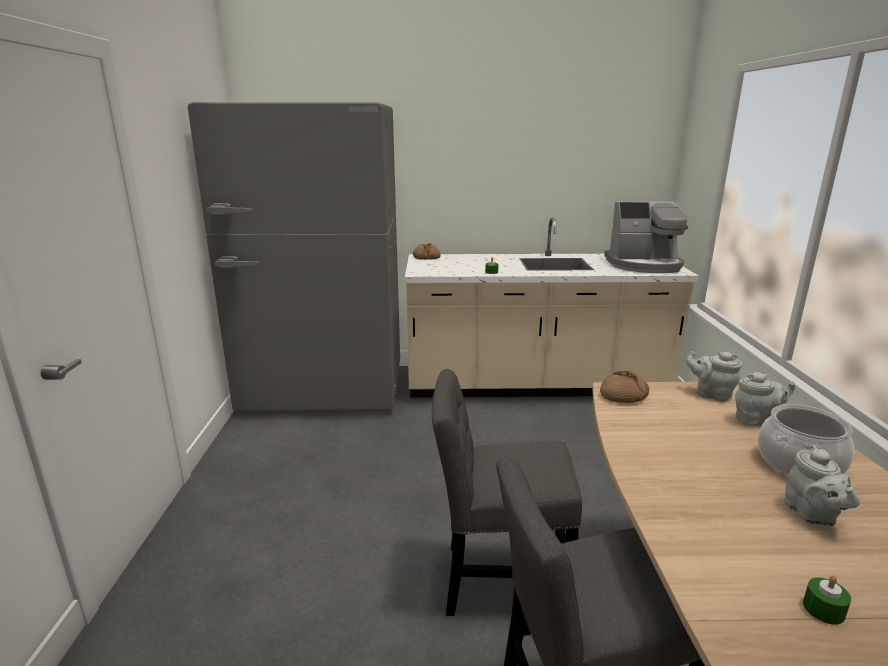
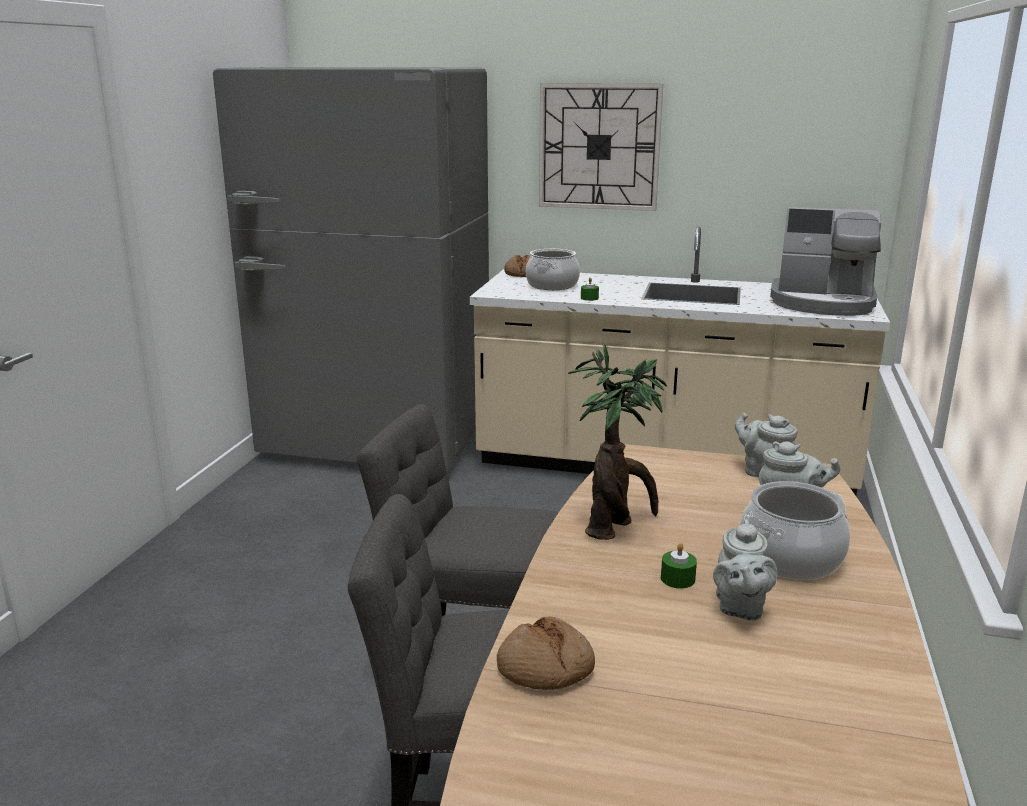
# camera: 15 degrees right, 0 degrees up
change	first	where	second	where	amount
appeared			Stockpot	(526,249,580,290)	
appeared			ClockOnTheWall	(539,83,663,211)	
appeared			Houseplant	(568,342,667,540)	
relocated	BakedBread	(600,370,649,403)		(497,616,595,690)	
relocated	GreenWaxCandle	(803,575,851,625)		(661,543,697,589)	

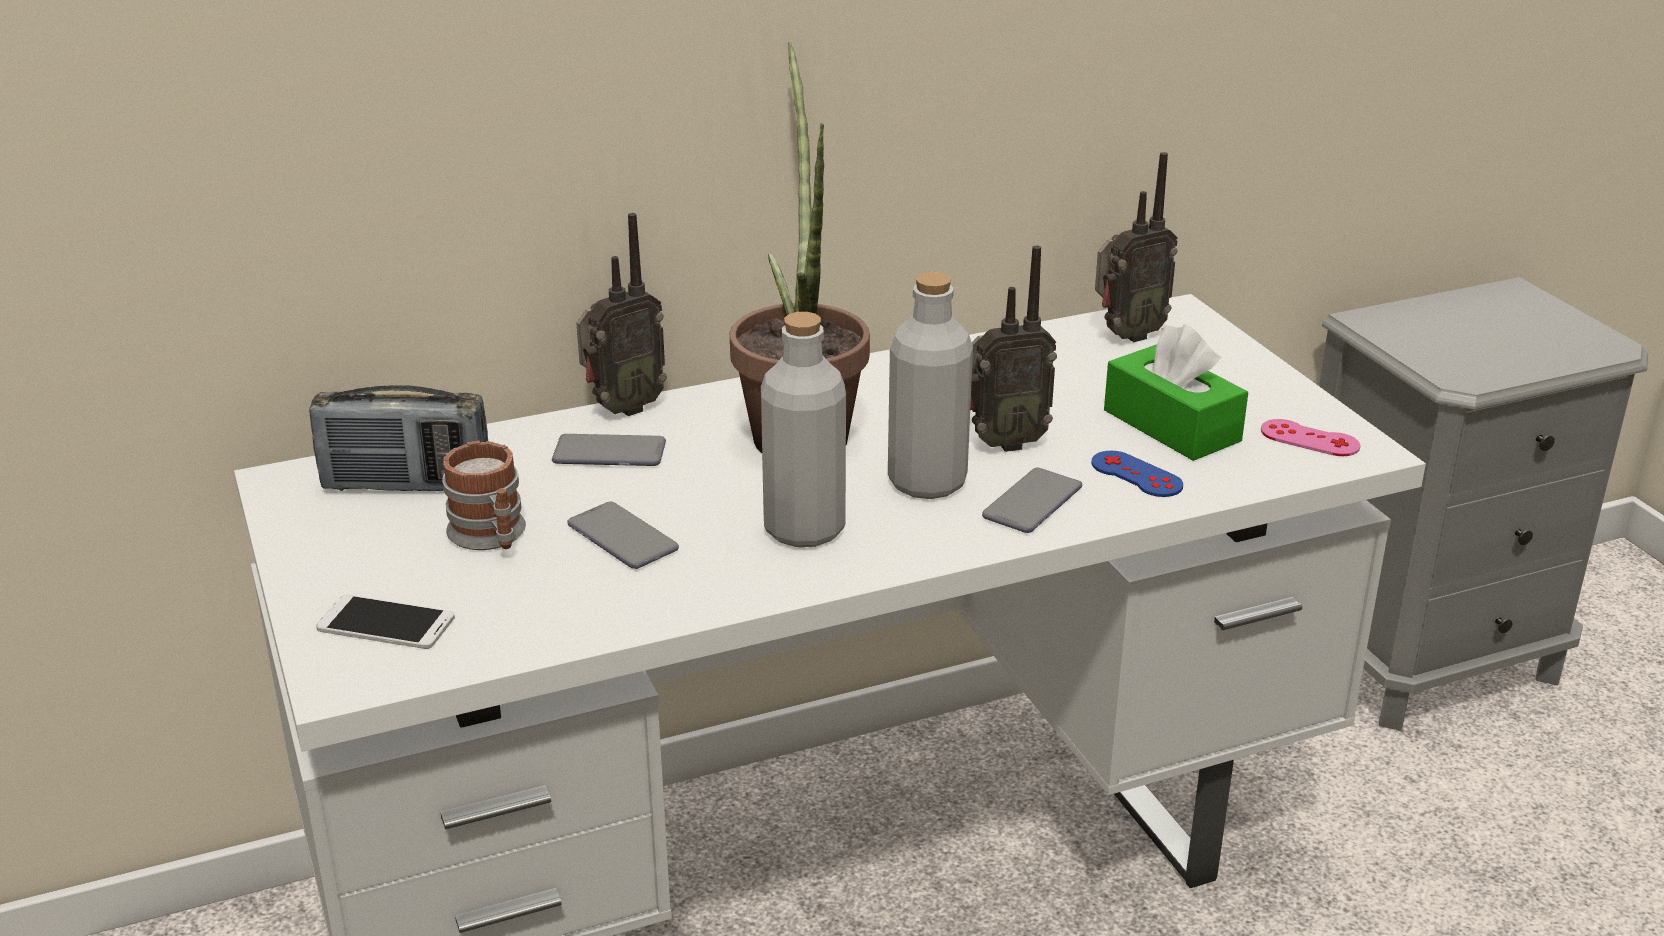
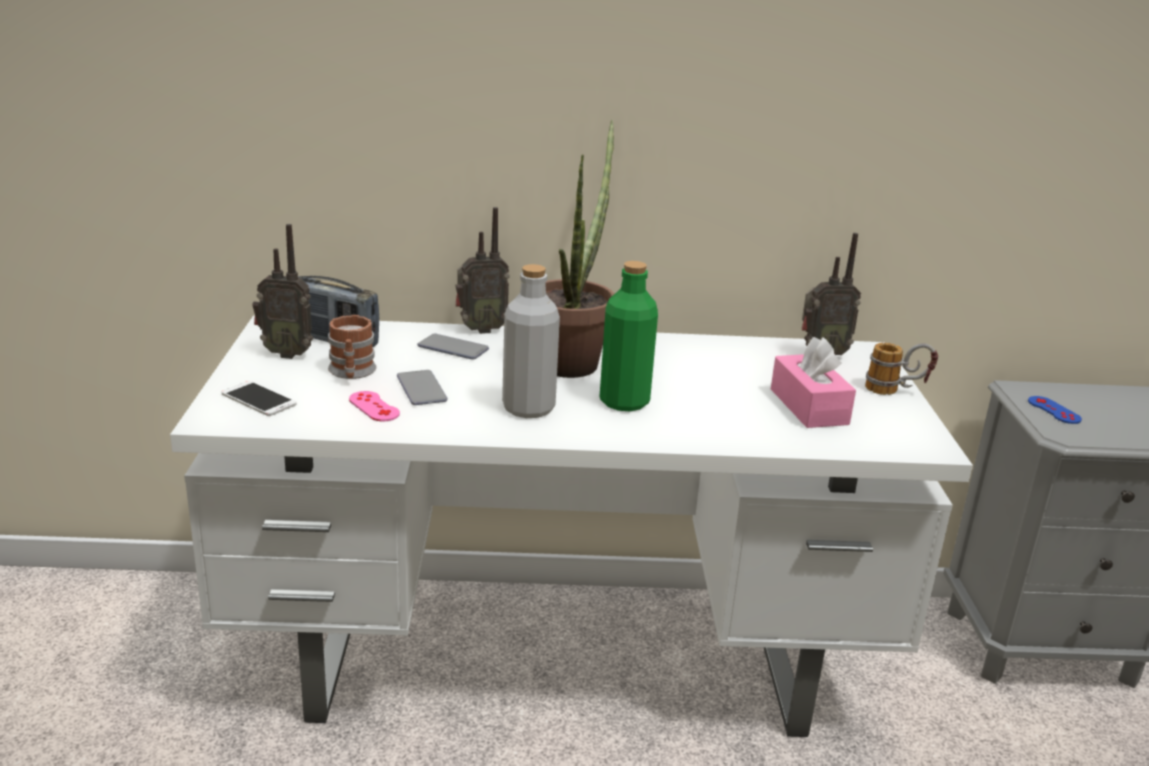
# camera: 20 degrees right, 5 degrees down
change	first	where	second	where	amount
missing	Phone	(982,467,1082,533)			
appeared			Mug	(865,343,938,395)	
relocated	RadioSet	(970,245,1057,452)		(252,224,313,359)	
relocated	BluishGamepad	(1091,451,1183,497)		(1028,396,1082,424)	
relocated	PinkGamepad	(1261,419,1360,456)		(349,391,400,421)	
colour	GrayBottle	(888,272,973,499)	GreenBottle	(600,261,658,411)	
colour	GreenTissueBox	(1104,324,1248,461)	PinkTissueBox	(771,337,856,428)	

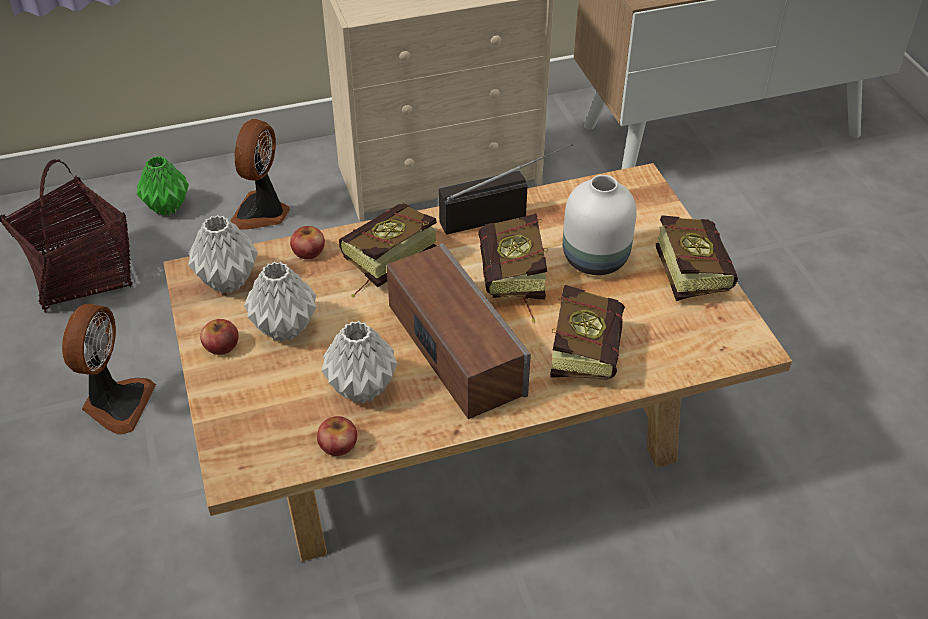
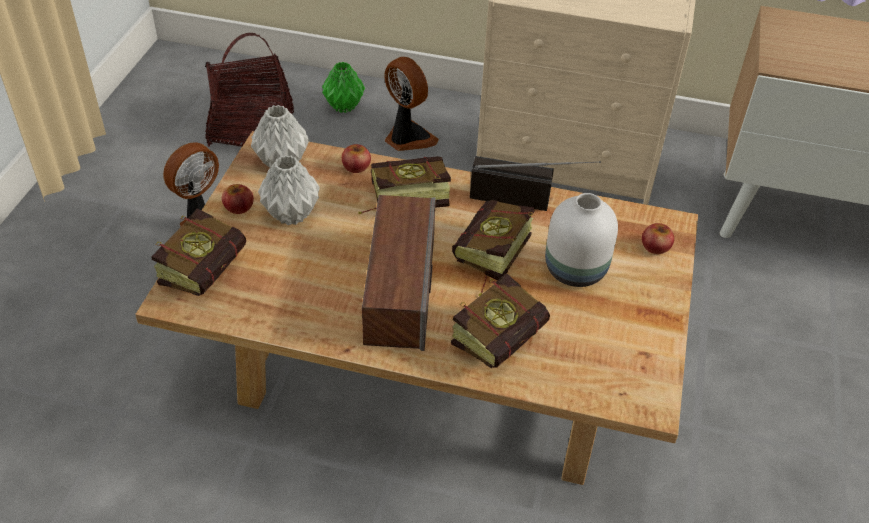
# camera: 30 degrees right, 0 degrees up
change	first	where	second	where	amount
missing	GrayDecorativeVase	(321,321,398,403)			
relocated	AppleFruit	(317,416,357,456)		(642,223,674,254)	
relocated	Volume	(656,215,738,301)		(151,208,246,296)	
spun	Fan	(230,119,290,230)		(384,57,439,151)	90 degrees clockwise

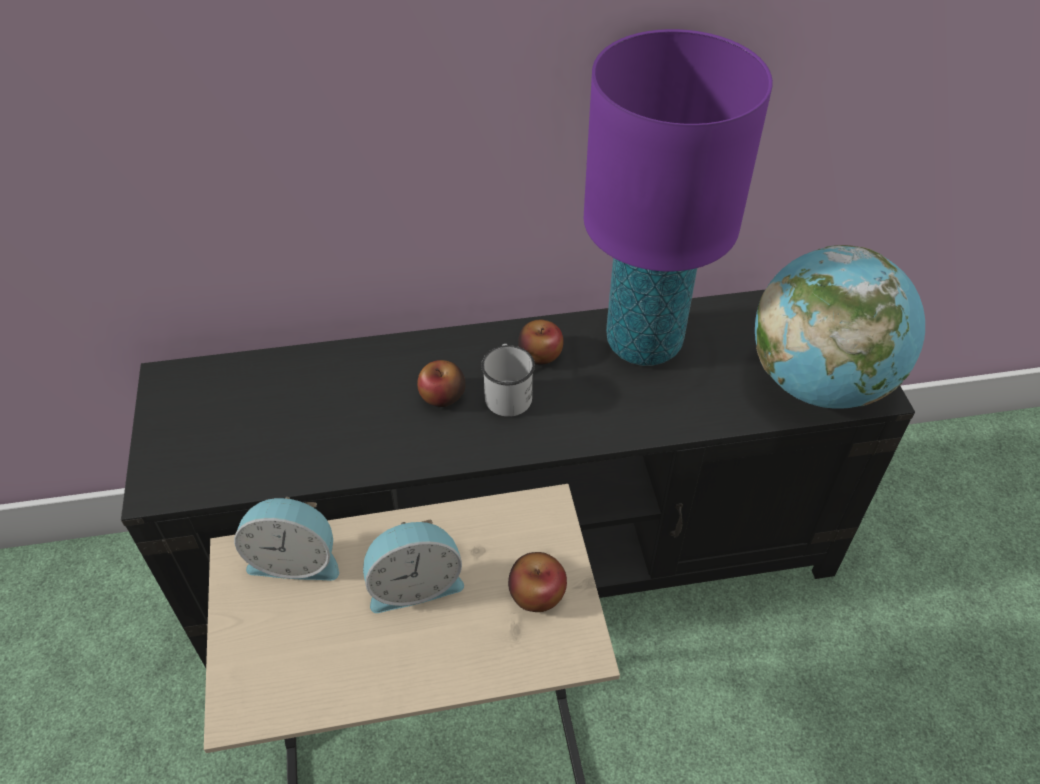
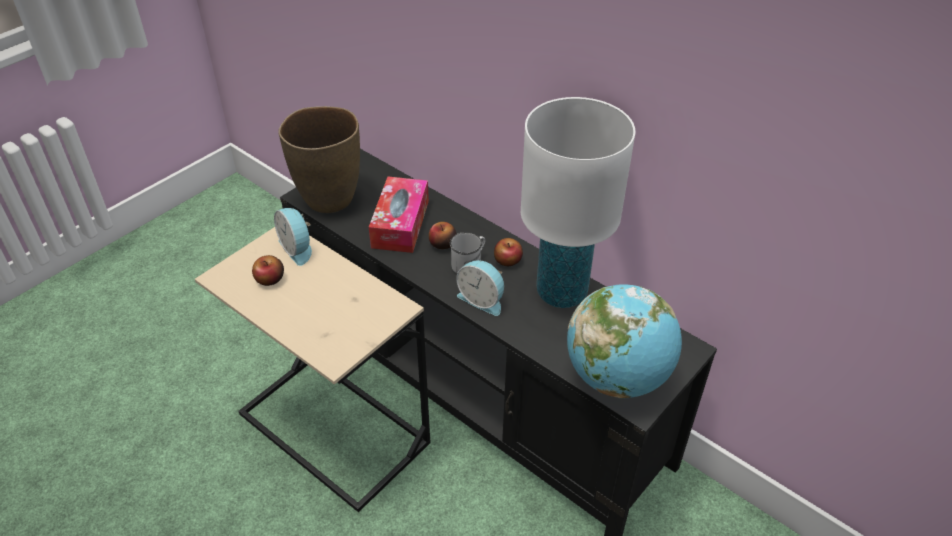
# camera: 50 degrees right, 5 degrees down
change	first	where	second	where	amount
appeared			BrownDecorativeVase	(278,106,360,213)	
appeared			TissueBox	(369,177,429,253)	
relocated	AlarmClock	(363,520,464,613)		(456,260,504,316)	
relocated	AppleFruit	(508,552,567,612)		(252,255,284,286)	
colour	PurplishTableLamp	(583,29,773,366)	WhiteTableLamp	(521,97,636,308)	

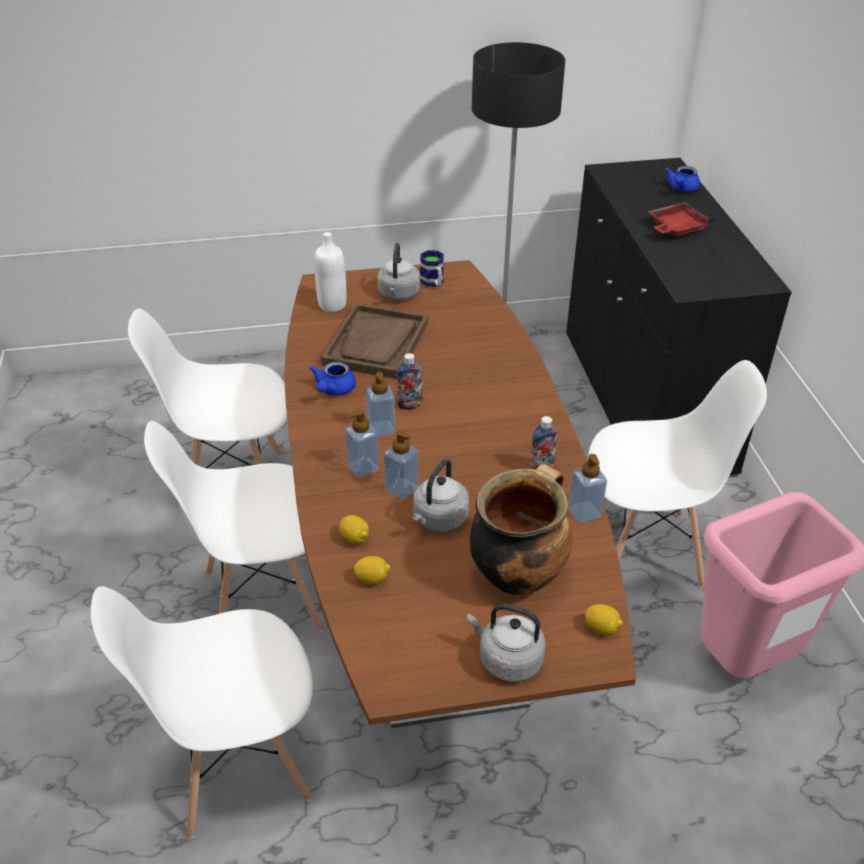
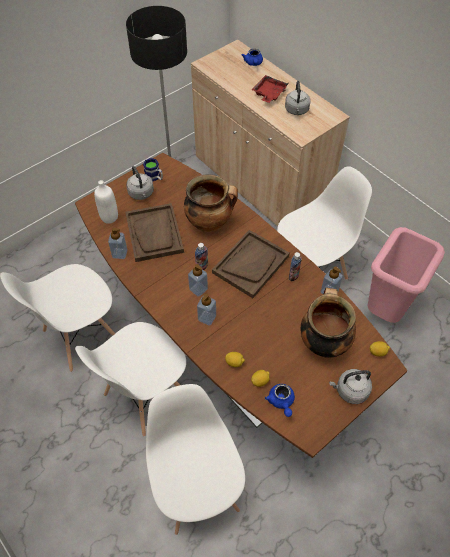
# camera: 30 degrees left, 15 degrees up
change	first	where	second	where	amount
appeared			Stockpot	(184,175,238,232)	
appeared			BrownTray	(212,230,290,298)	
relocated	BluishPotForTea	(309,362,356,396)		(265,384,295,417)	
relocated	SoapBottle	(384,430,419,499)		(108,228,127,259)	
relocated	GrayKettle	(412,459,469,532)		(285,81,311,115)	
colour	BlackColouredStorageCabinet	(566,158,792,478)	BeigeColouredStorageCabinet	(191,39,350,226)	
spun	WhitePlainChair	(91,586,313,839)		(146,384,245,535)	120 degrees clockwise

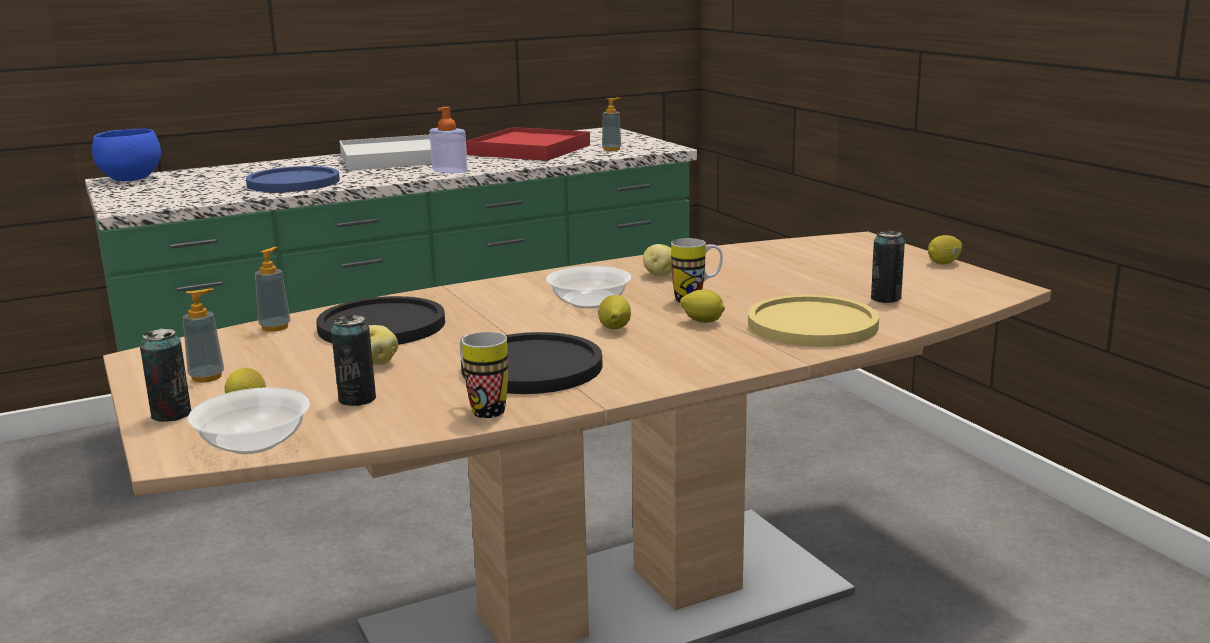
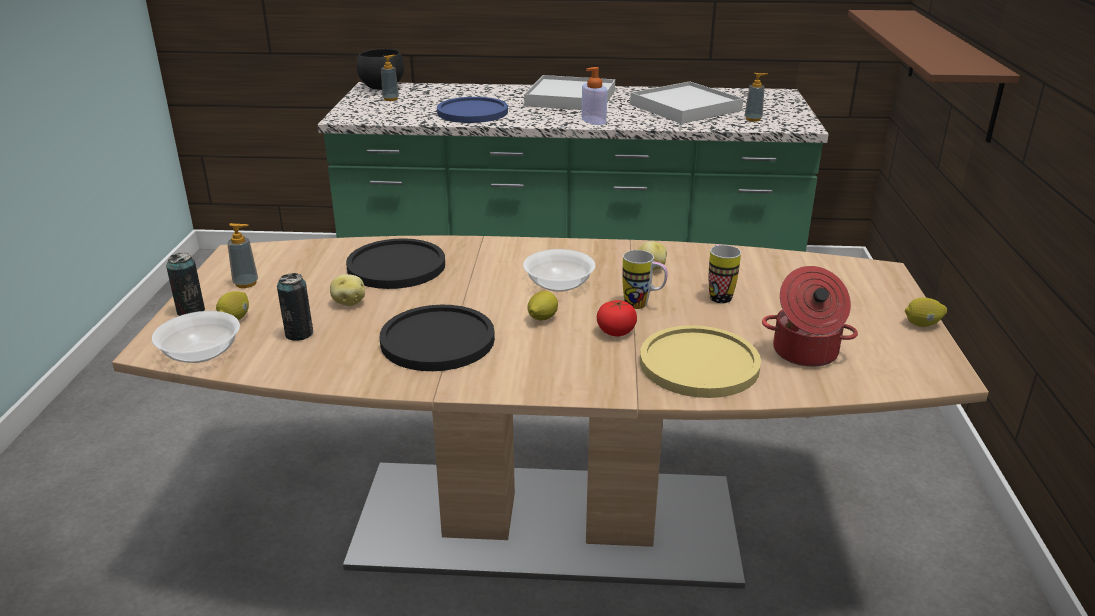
# camera: 30 degrees right, 10 degrees up
change	first	where	second	where	amount
appeared			BrownWallShelf	(848,10,1020,143)	
relocated	SoapBottle	(255,247,290,332)		(381,55,399,101)	
relocated	Mug	(460,332,508,418)		(709,244,741,303)	
exchanged	Lemon	(680,290,725,323)	FreshTomato	(597,300,637,337)	
exchanged	MetalCan	(871,230,905,303)	Stockpot	(762,266,858,367)	
colour	BluishServingBowl	(92,129,161,181)	BlackColouredServingBowl	(356,49,404,90)	
colour	RedColouredTray	(466,127,590,161)	WhiteTray	(630,81,743,124)	

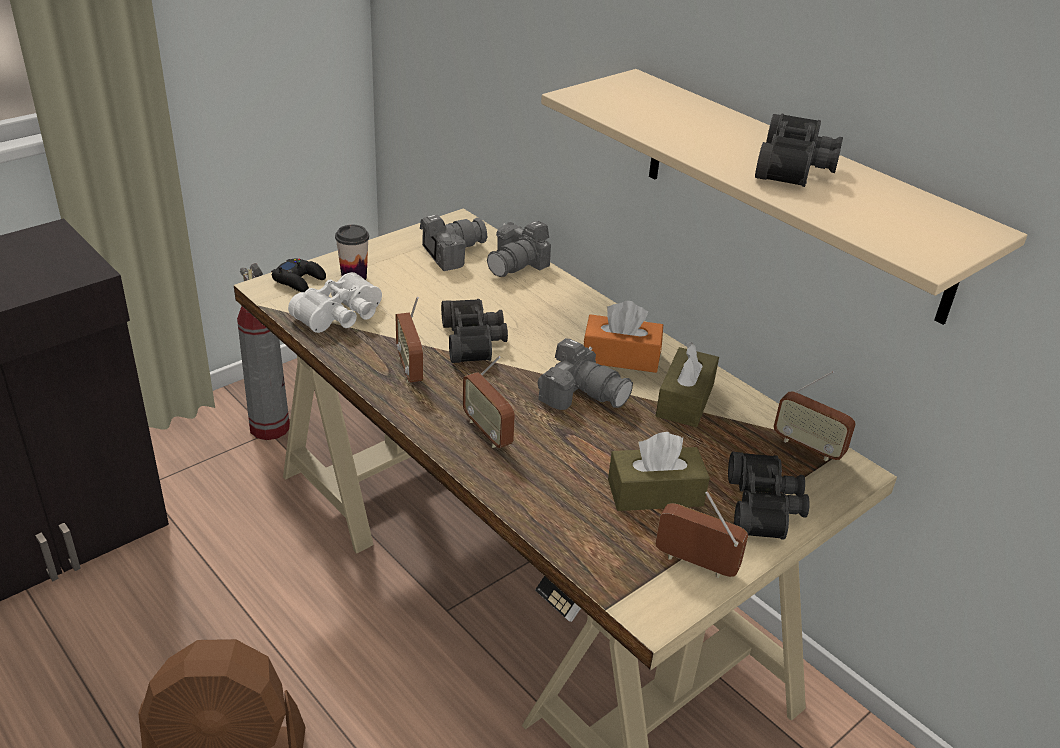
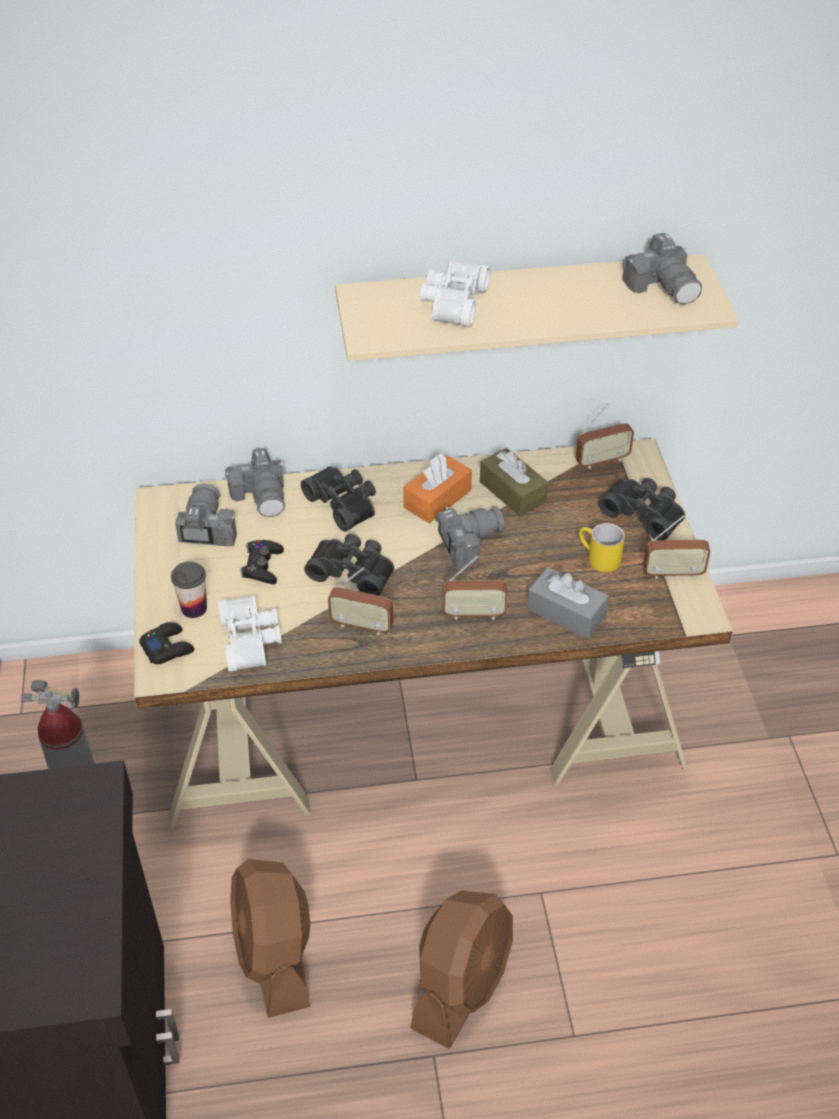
# camera: 55 degrees left, 10 degrees up
change	first	where	second	where	amount
appeared			BrownFan	(230,859,310,1018)	
appeared			BlackColouredGamepad	(240,540,284,584)	
appeared			WhiteBinoculars	(420,260,491,327)	
appeared			GrayTissueBox	(527,567,609,639)	
appeared			PhotoCamera	(622,233,702,305)	
relocated	BlackColouredBinoculars	(755,113,843,187)		(301,466,376,532)	
exchanged	BrownTissueBox	(608,432,710,511)	YellowColouredMug	(579,523,625,572)	
spun	RadioSet	(655,492,748,578)		(643,515,711,579)	150 degrees counterclockwise

